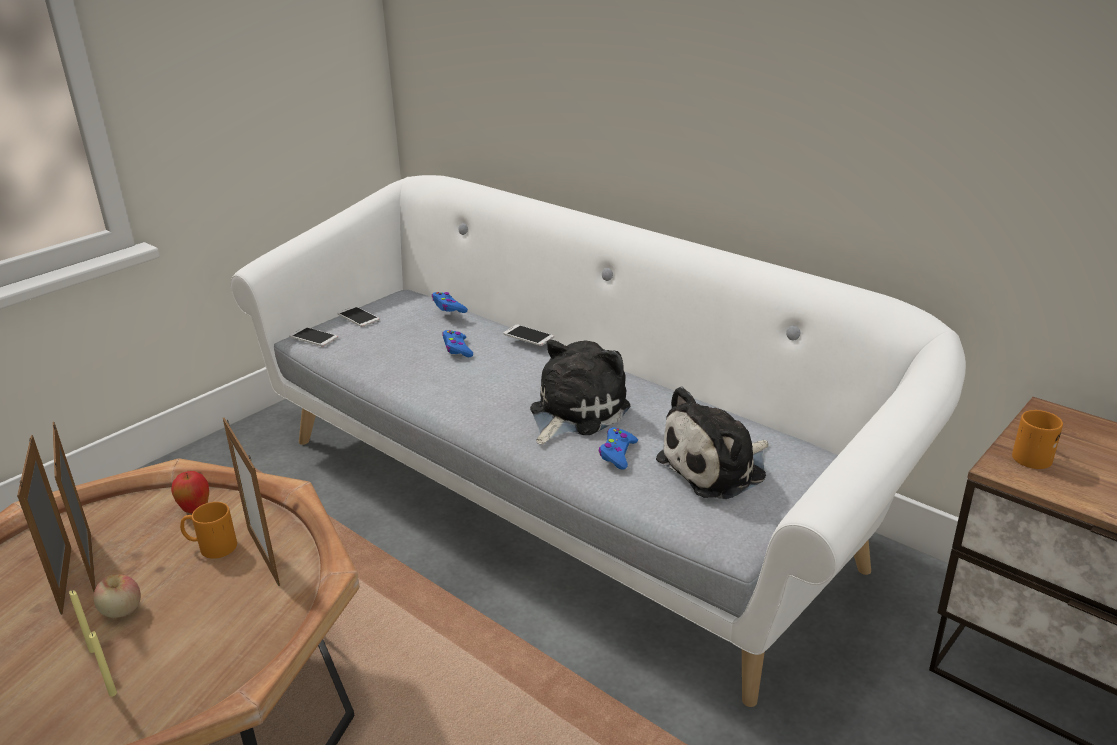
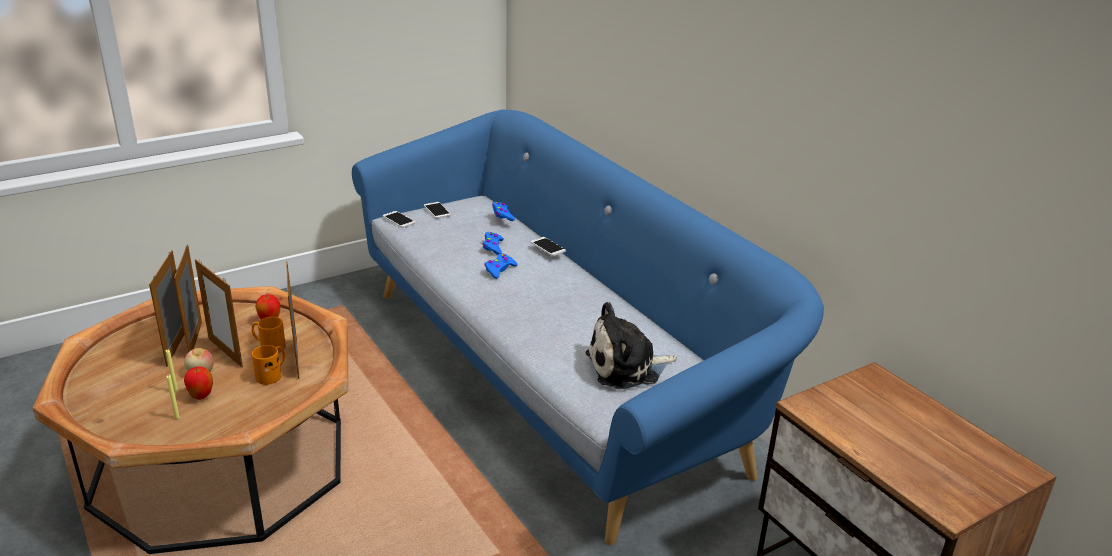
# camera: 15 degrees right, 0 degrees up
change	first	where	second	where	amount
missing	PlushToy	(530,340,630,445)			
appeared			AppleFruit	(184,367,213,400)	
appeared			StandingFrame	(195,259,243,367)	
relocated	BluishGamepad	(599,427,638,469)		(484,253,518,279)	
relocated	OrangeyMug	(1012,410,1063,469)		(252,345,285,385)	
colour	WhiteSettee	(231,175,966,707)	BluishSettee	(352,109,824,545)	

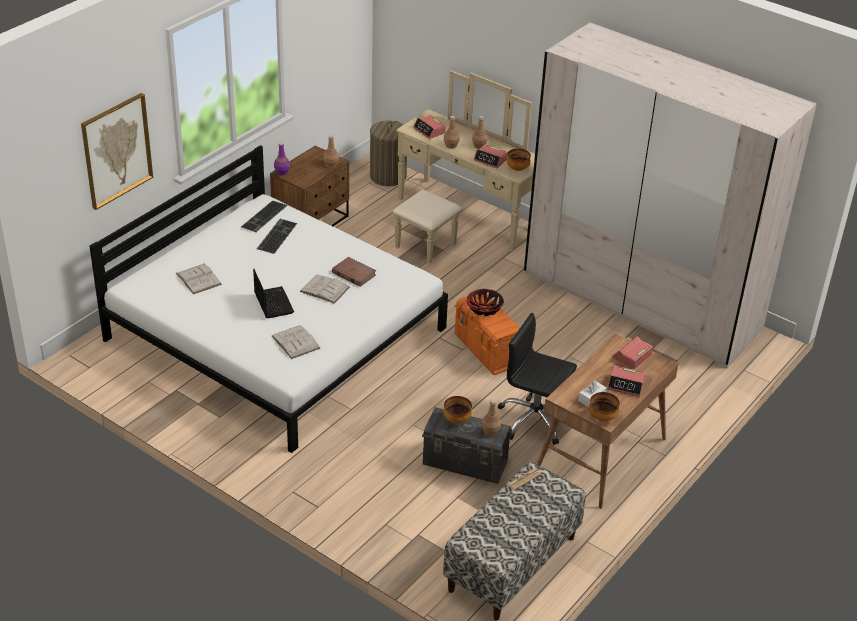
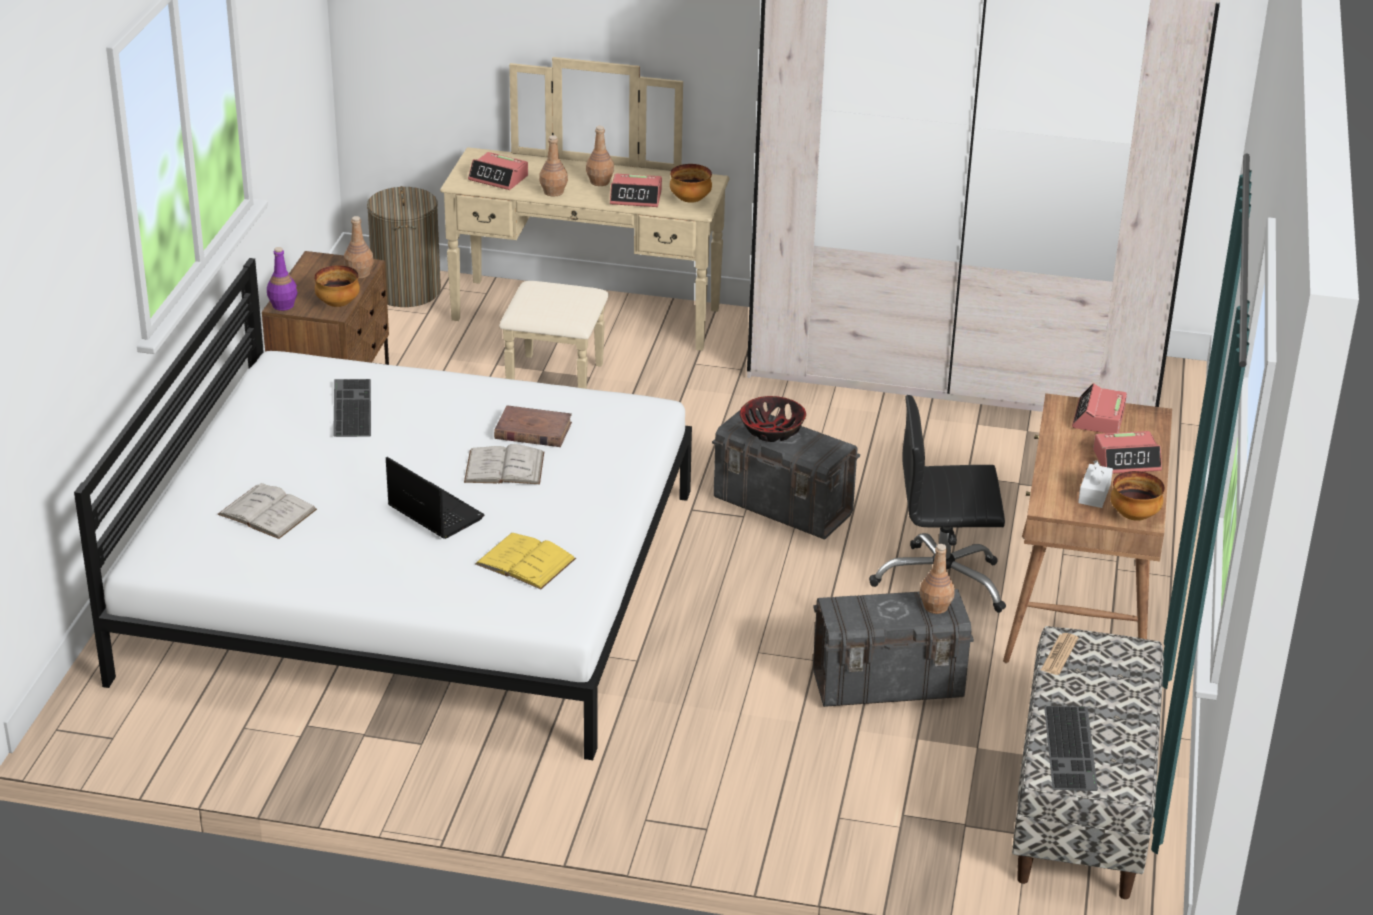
# camera: 25 degrees left, 5 degrees down
change	first	where	second	where	amount
missing	WallPicture	(81,93,153,210)			
relocated	ComputerKeyboard	(241,200,288,232)		(1044,706,1098,791)	
relocated	ServingBowl	(443,396,472,424)		(314,265,360,307)	
colour	WhiteVolume	(272,325,320,359)	YellowColouredVolume	(475,533,576,589)	
colour	OrangeyStorageBox	(455,294,520,375)	GrayStorageBox	(712,410,860,540)	

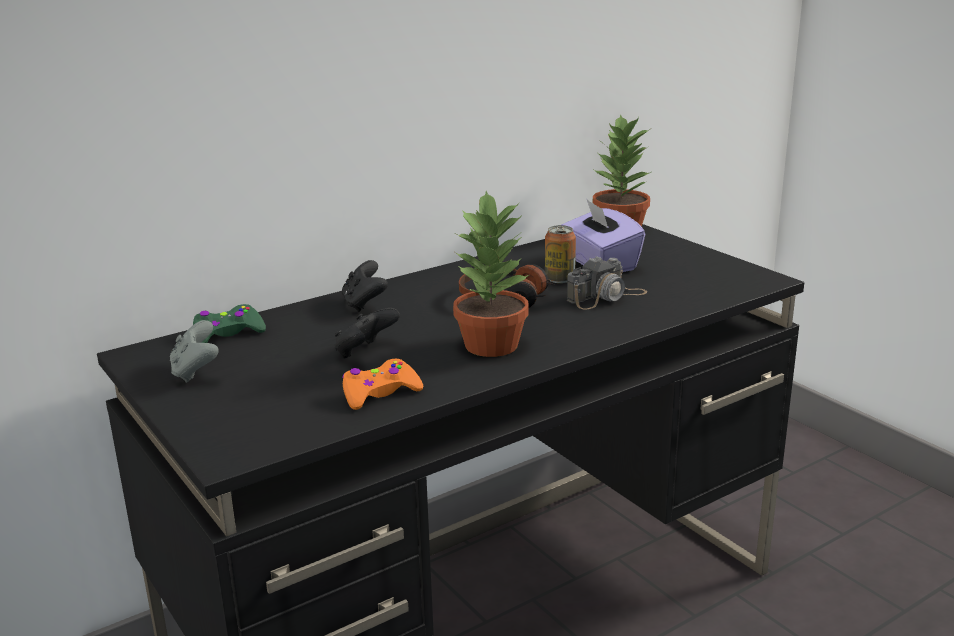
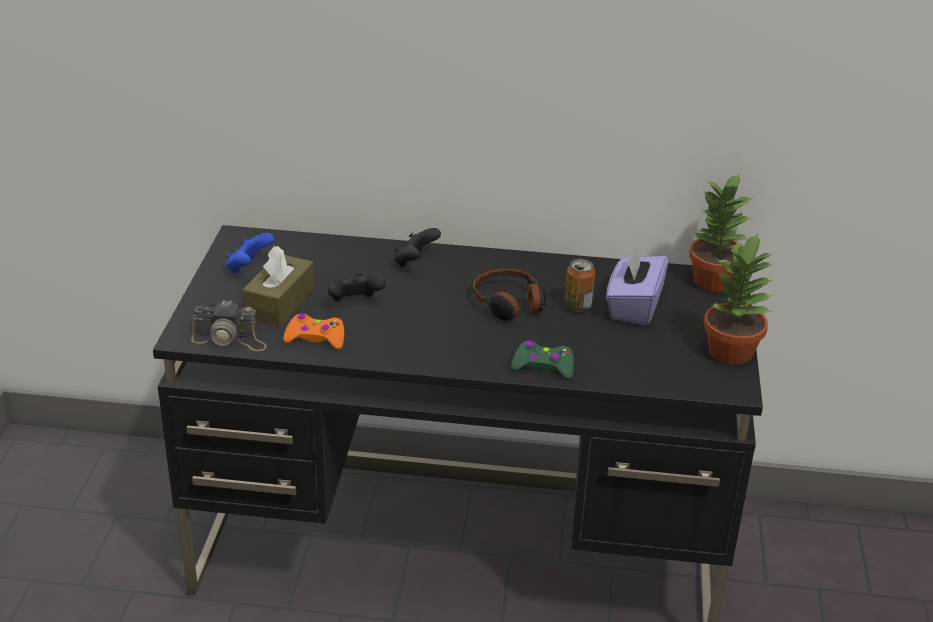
# camera: 40 degrees right, 10 degrees up
change	first	where	second	where	amount
appeared			BrownTissueBox	(242,246,315,327)	
relocated	GreenGamepad	(193,304,266,343)		(511,341,574,379)	
relocated	Houseplant	(453,191,529,357)		(704,234,774,364)	
relocated	PhotoCamera	(567,256,647,310)		(191,300,267,351)	
colour	GrayGamepad	(170,320,219,383)	BluishGamepad	(226,233,274,274)	

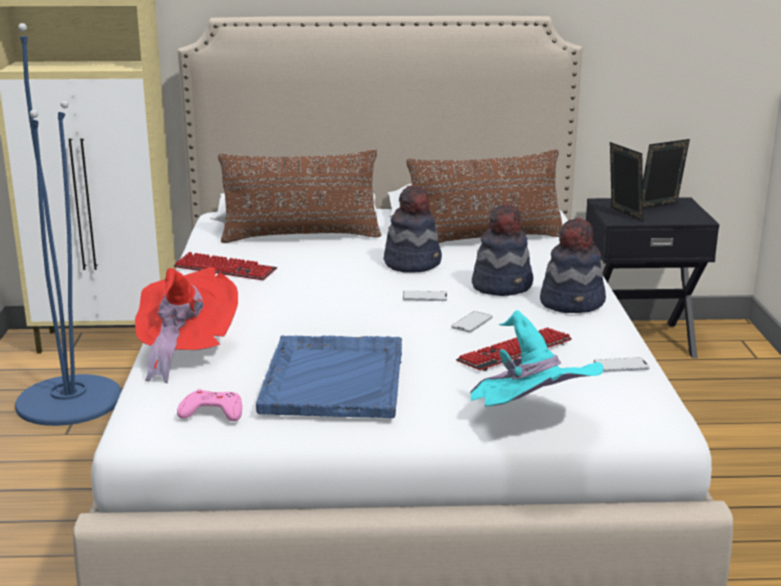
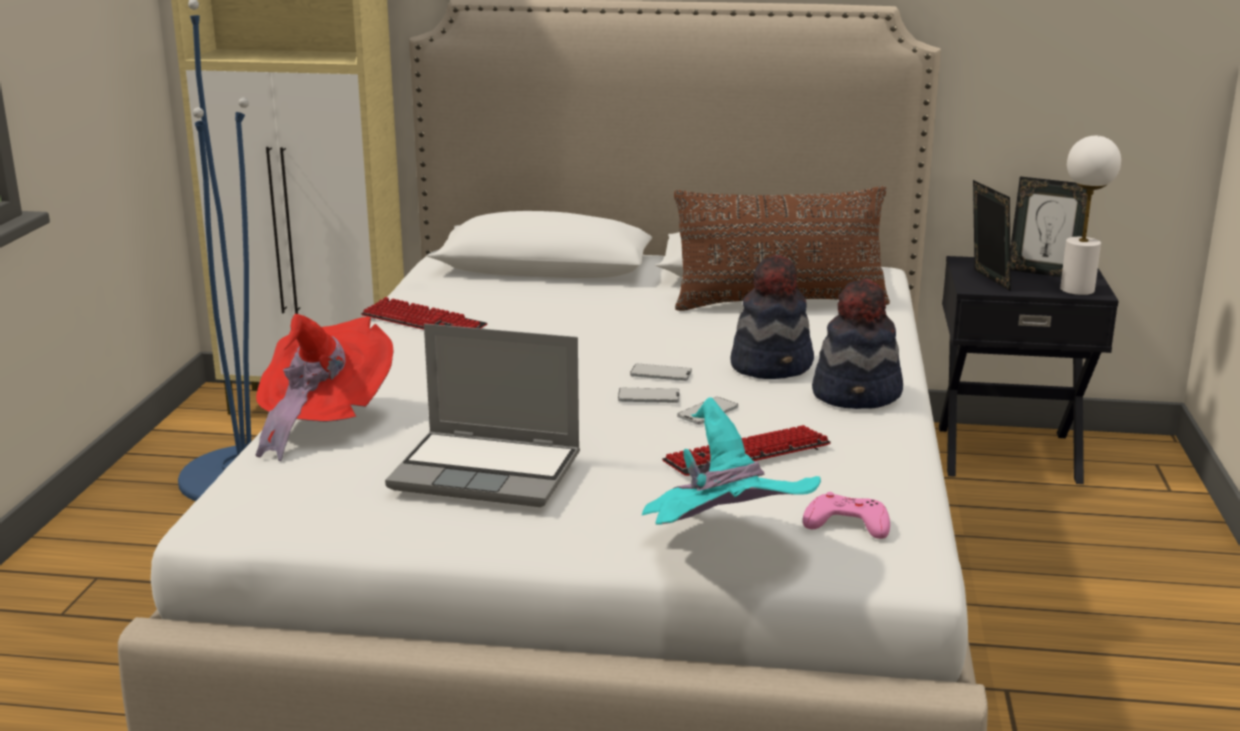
# camera: 10 degrees right, 0 degrees up
change	first	where	second	where	amount
missing	BrownPillow	(218,149,382,243)			
missing	ClothingHat	(384,185,442,273)			
appeared			WhiteTableLamp	(1060,136,1121,295)	
relocated	PinkGamepad	(177,389,242,421)		(803,492,890,539)	
relocated	Phone	(594,357,649,372)		(618,388,680,403)	
exchanged	BluishTray	(256,335,402,418)	PortableComputer	(385,324,580,507)	
spun	StandingFrame	(643,139,690,209)		(1010,176,1088,277)	135 degrees counterclockwise

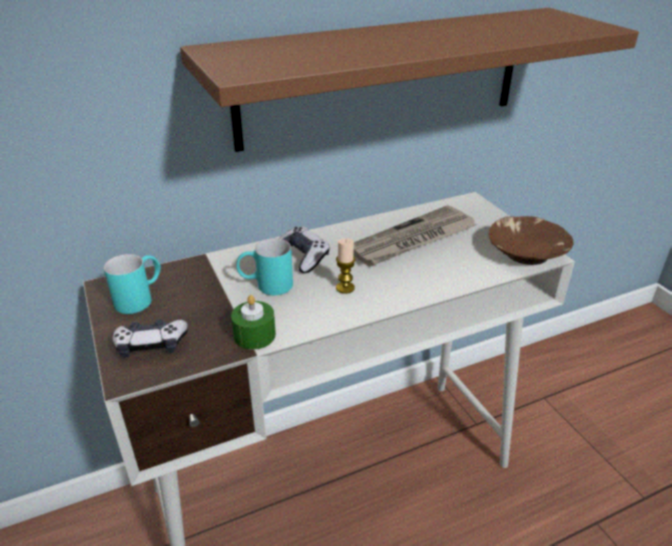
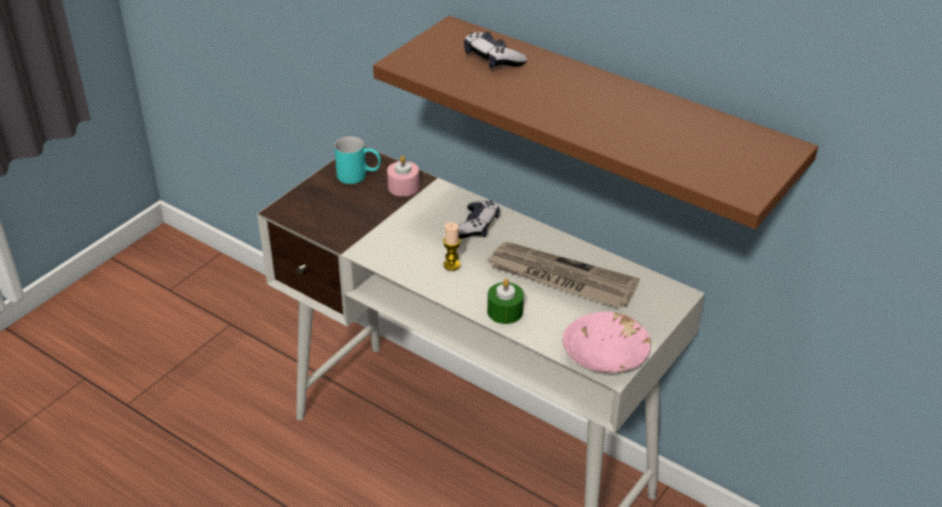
# camera: 60 degrees right, 5 degrees up
change	first	where	second	where	amount
missing	TurquoiseColouredMug	(236,238,293,295)			
appeared			PinkWaxCandle	(387,156,419,196)	
relocated	Gamepad	(113,319,188,358)		(464,32,527,69)	
relocated	GreenWaxCandle	(231,295,276,350)		(487,279,524,324)	
colour	BrownServingBowl	(488,216,573,265)	PinkServingBowl	(563,312,651,373)	

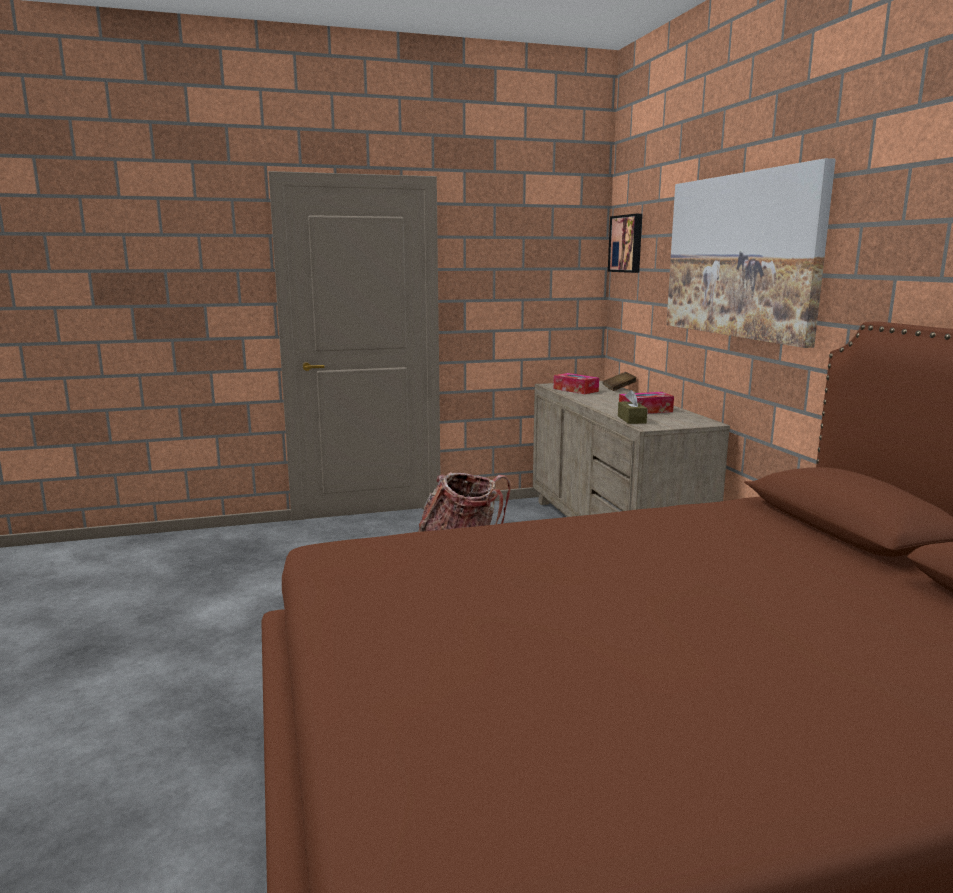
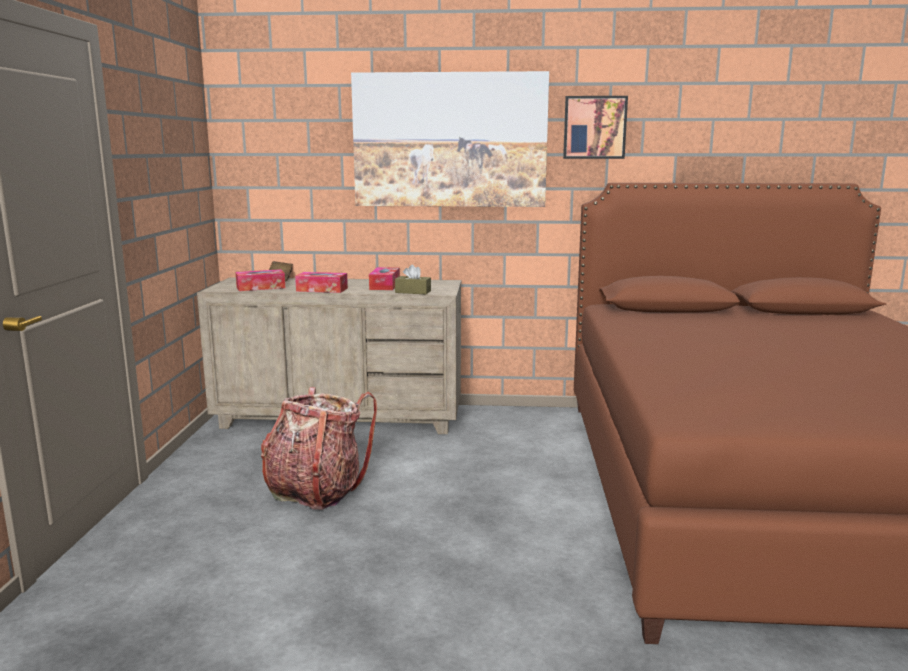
# camera: 70 degrees left, 0 degrees up
change	first	where	second	where	amount
appeared			TissueBox	(295,272,348,293)	
relocated	WallPicture	(608,214,642,273)		(563,96,628,159)	

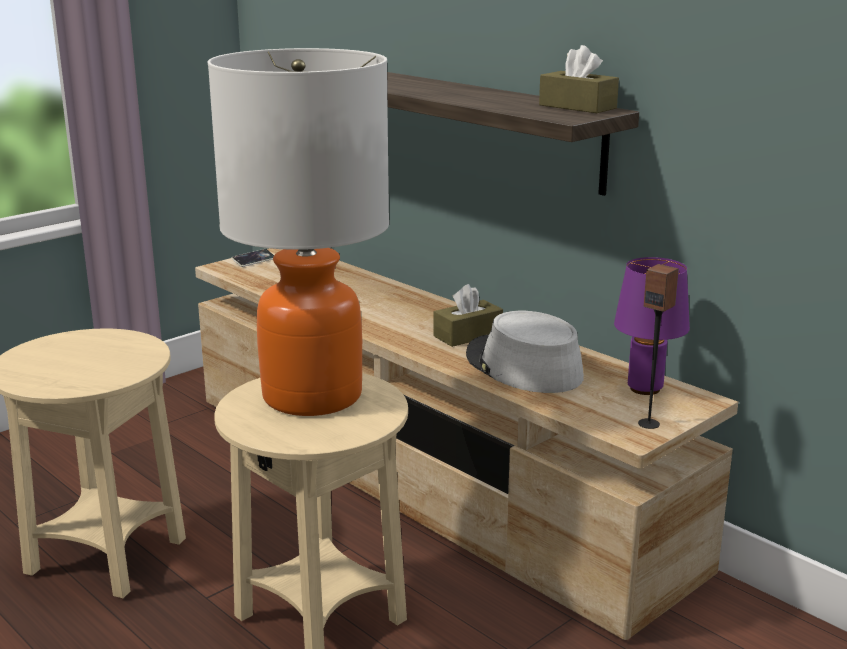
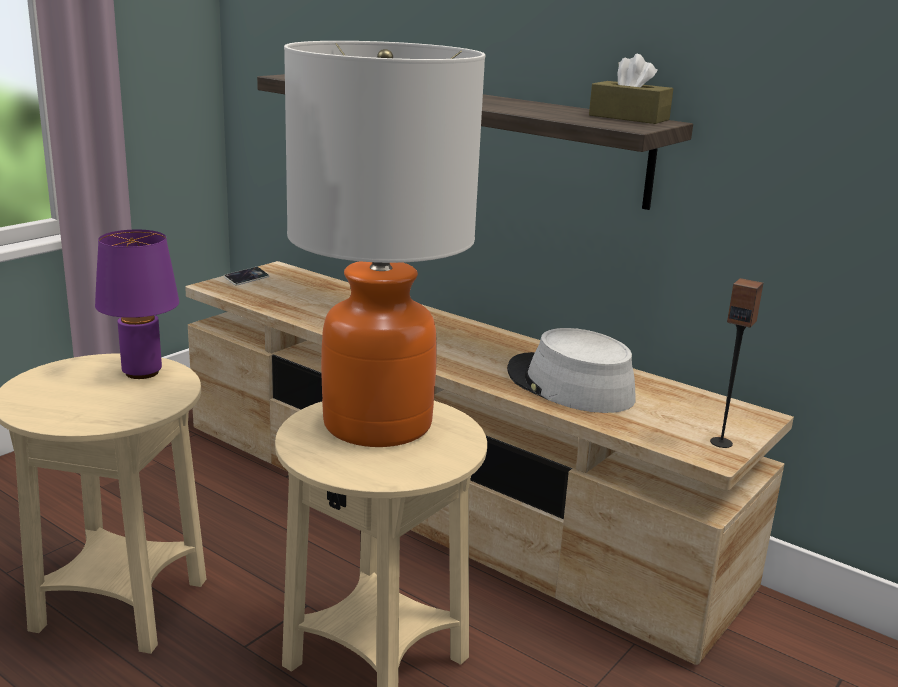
# camera: 10 degrees left, 0 degrees up
change	first	where	second	where	amount
missing	BrownTissueBox	(434,284,503,347)			
relocated	PurplishTableLamp	(614,257,690,395)		(95,230,179,379)	

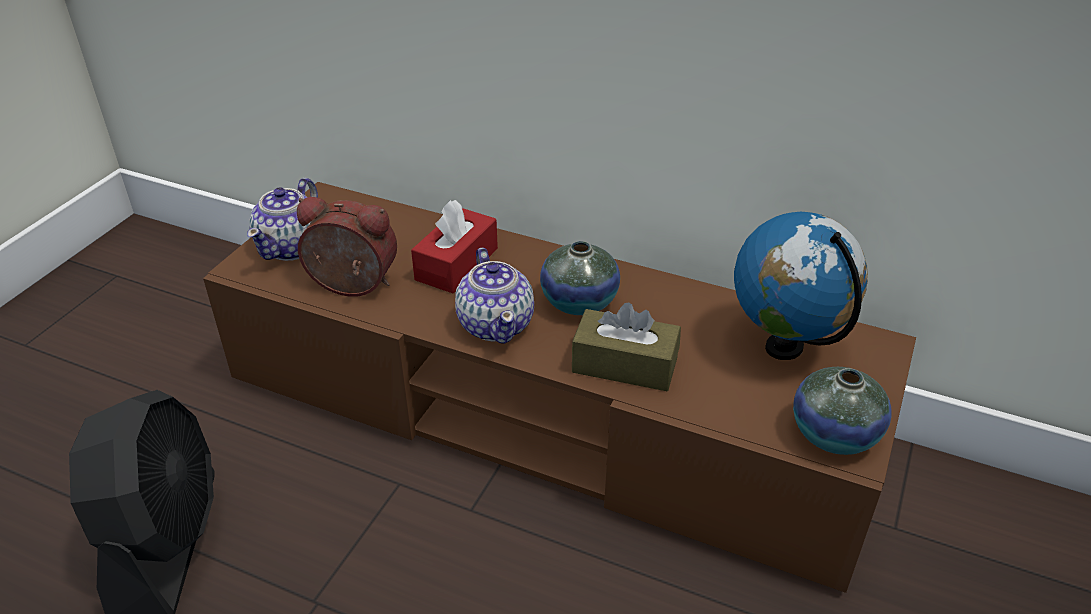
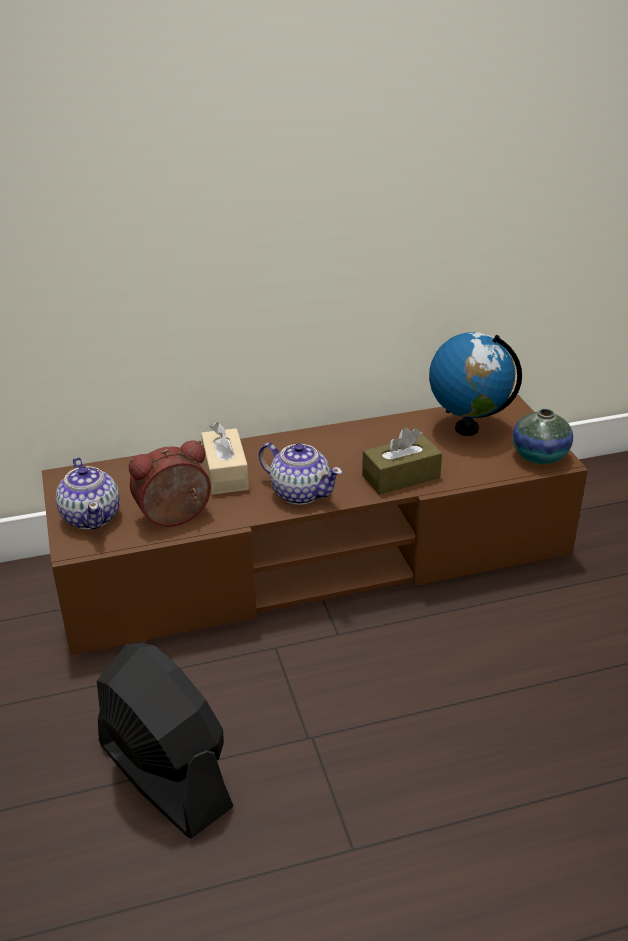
# camera: 40 degrees left, 5 degrees down
change	first	where	second	where	amount
missing	DecorativeVase	(540,241,620,315)			
colour	RedColouredTissueBox	(411,200,498,293)	BeigeColouredTissueBox	(201,422,249,495)	

